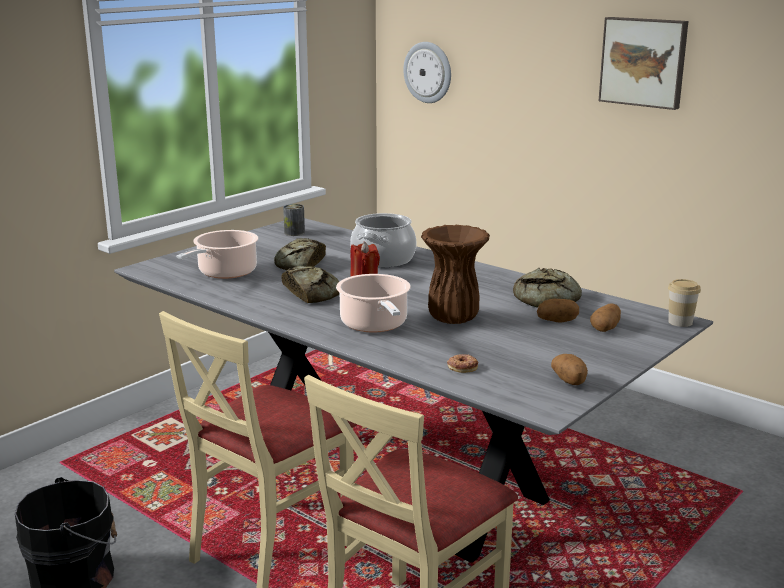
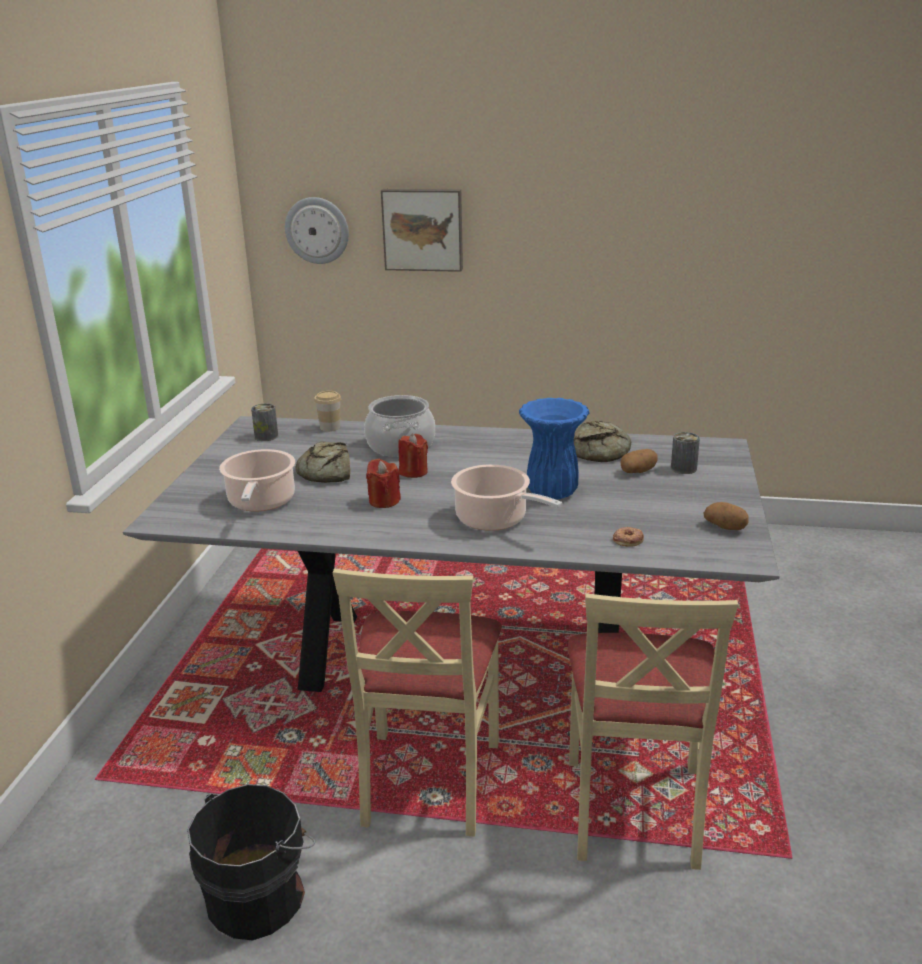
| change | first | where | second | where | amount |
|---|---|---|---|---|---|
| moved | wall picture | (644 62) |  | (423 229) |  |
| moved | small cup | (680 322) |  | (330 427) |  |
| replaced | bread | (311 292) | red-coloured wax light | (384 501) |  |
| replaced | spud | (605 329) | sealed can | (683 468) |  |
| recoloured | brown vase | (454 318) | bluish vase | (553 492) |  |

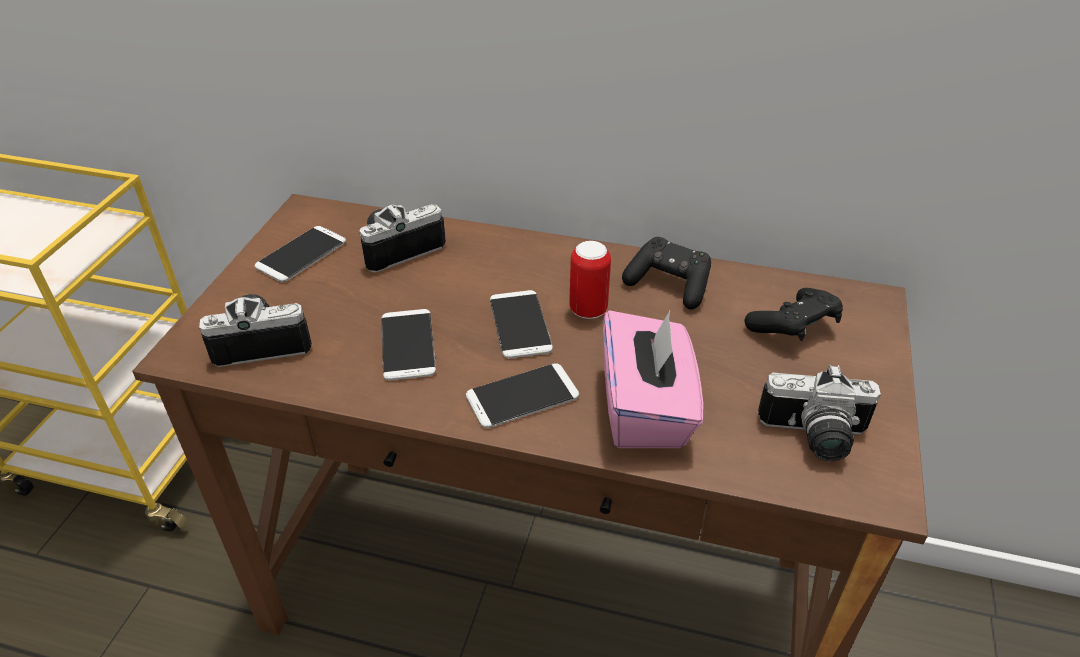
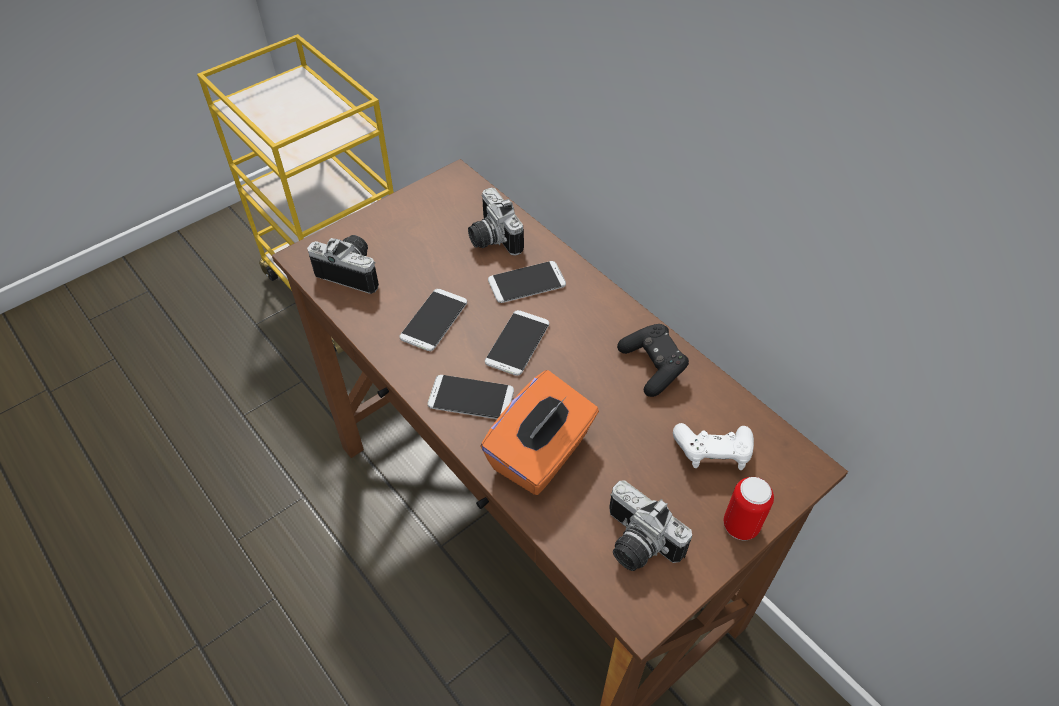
| change | first | where | second | where | amount |
|---|---|---|---|---|---|
| moved | telephone | (301 254) |  | (527 283) |  |
| moved | sealed can | (588 309) |  | (740 525) |  |
| recoloured | pink tissue holder | (646 409) | orangey tissue holder | (541 454) |  |
| recoloured | black-coloured game controller | (793 328) | whitish game controller | (712 454) |  |
| turned | still camera | (398 247) |  | (491 238) | 120 degrees counterclockwise |

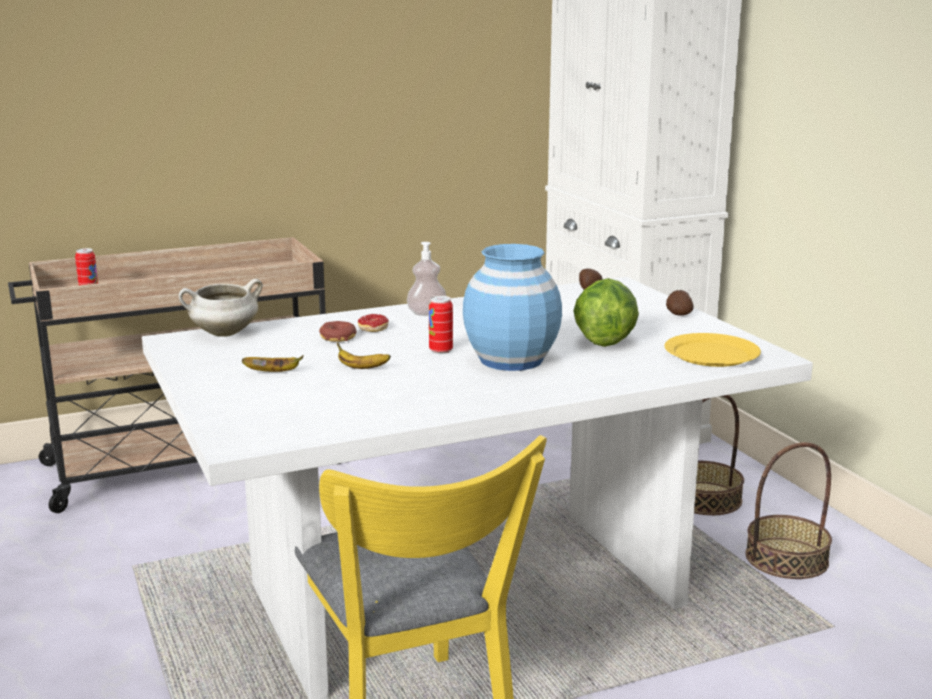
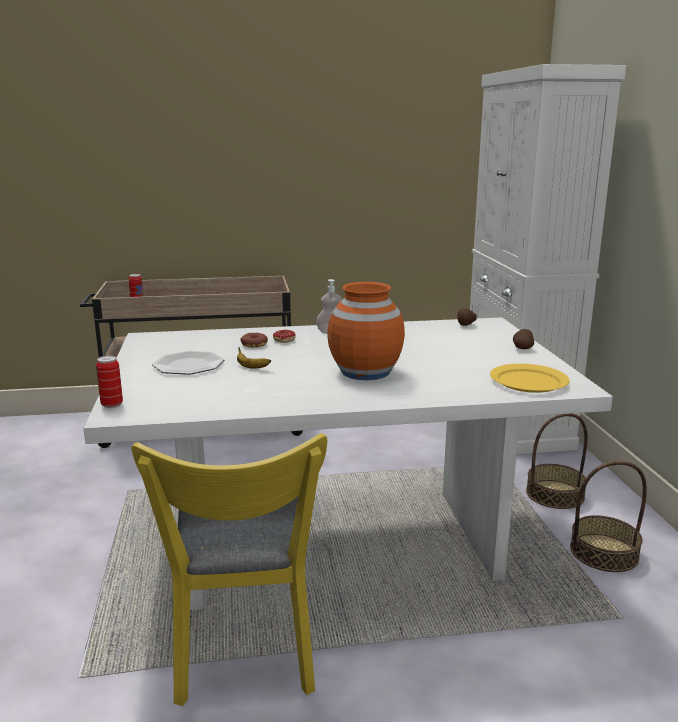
| change | first | where | second | where | amount |
|---|---|---|---|---|---|
| removed | whitish saucepot | (224 334) |  |  |  |
| removed | head of lettuce | (604 341) |  |  |  |
| moved | sealed can | (441 351) |  | (112 404) |  |
| replaced | banana fruit | (273 372) | flat dish | (189 365) |  |
| recoloured | bluish vase | (511 360) | orangey vase | (365 372) |  |

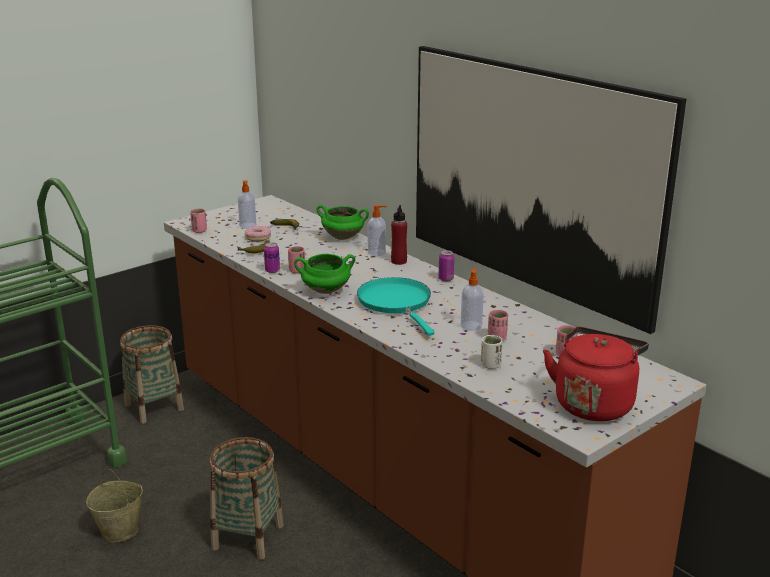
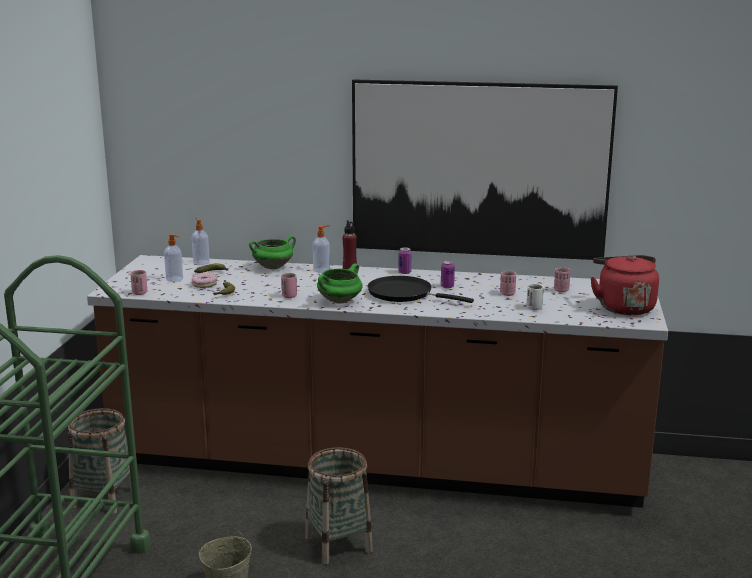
| change | first | where | second | where | amount |
|---|---|---|---|---|---|
| moved | sealed can | (272 270) |  | (447 286) |  |
| moved | soap bottle | (471 325) |  | (201 262) |  |
| recoloured | turquoise-coloured pan | (396 303) | black-coloured pan | (404 294) |  |

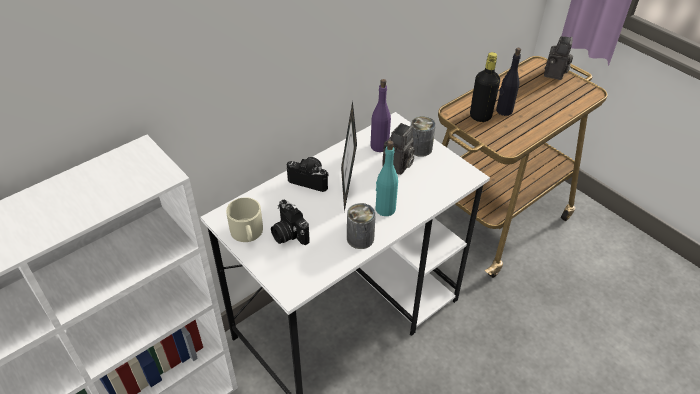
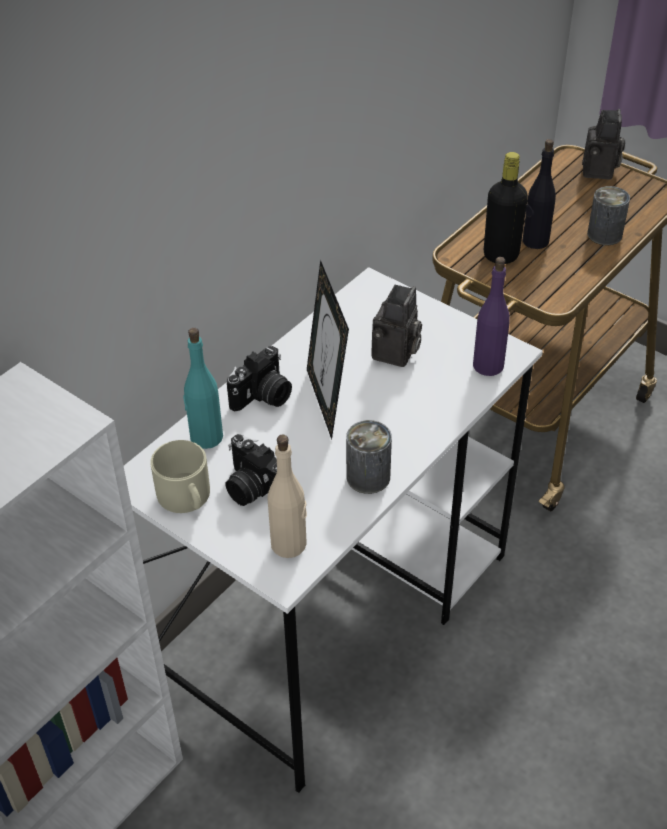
| change | first | where | second | where | amount |
|---|---|---|---|---|---|
| added |  |  | beige drink bottle | (289 544) |  |
| moved | purple-coloured drink bottle | (379 146) |  | (487 365) |  |
| moved | turquoise-coloured drink bottle | (385 209) |  | (206 437) |  |
| moved | sealed can | (420 148) |  | (604 234) |  |
| turned | still camera | (310 180) |  | (263 397) | 120 degrees clockwise |

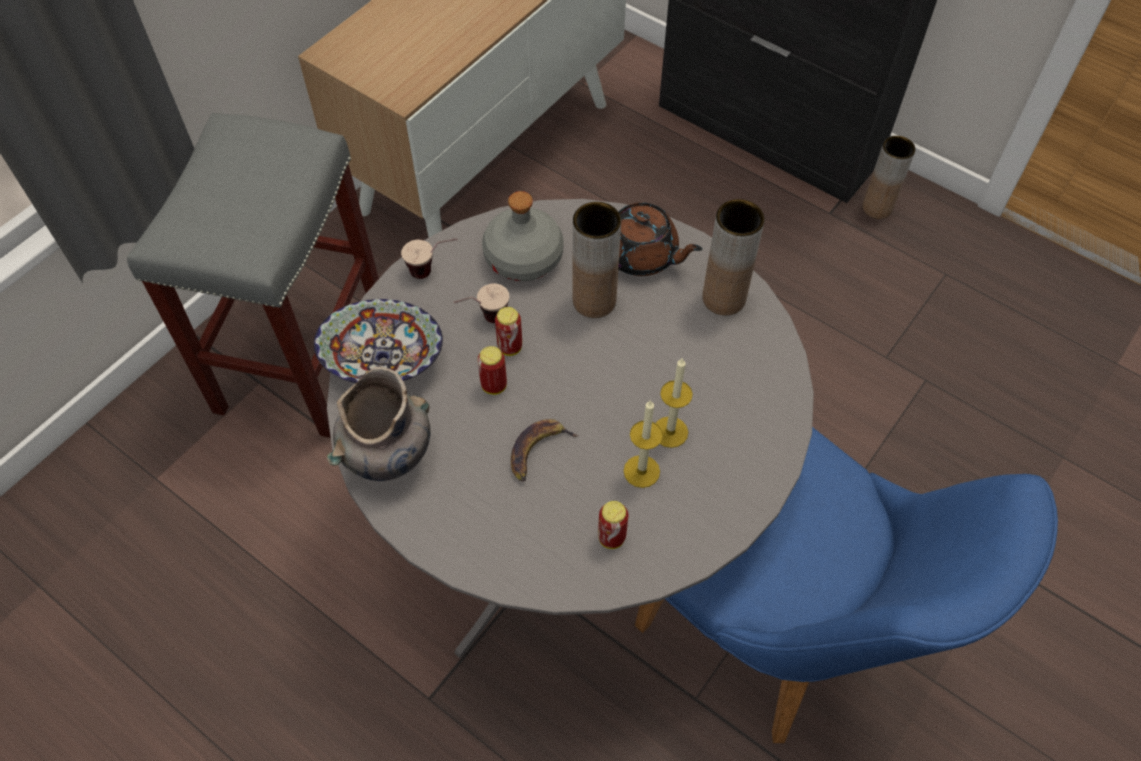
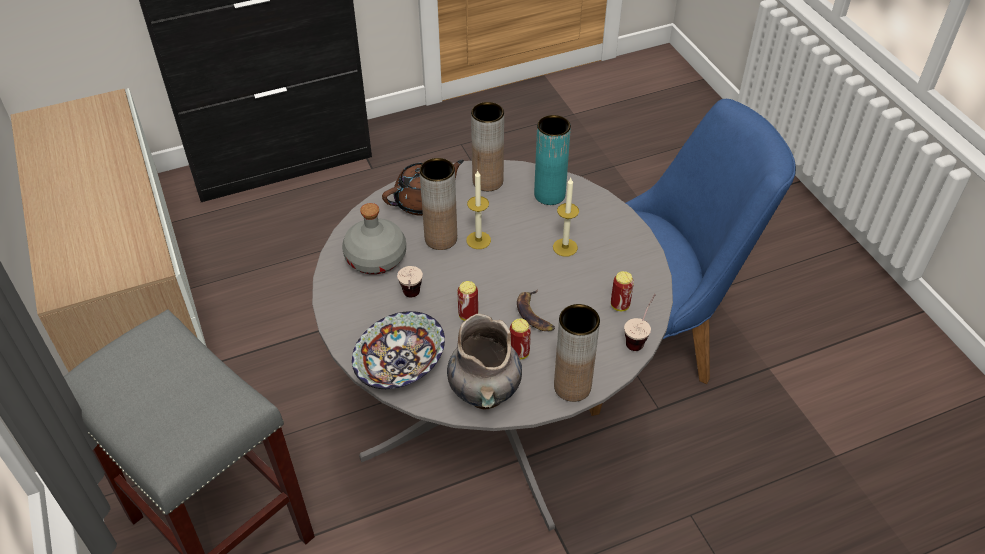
| change | first | where | second | where | amount |
|---|---|---|---|---|---|
| added |  |  | turquoise-coloured vase | (549 194) |  |
| moved | small cup | (433 271) |  | (639 337) |  |
| moved | sealed can | (510 347) |  | (519 353) |  |
| moved | wax light | (641 471) |  | (478 240) |  |
| moved | brown vase | (877 208) |  | (572 386) |  |

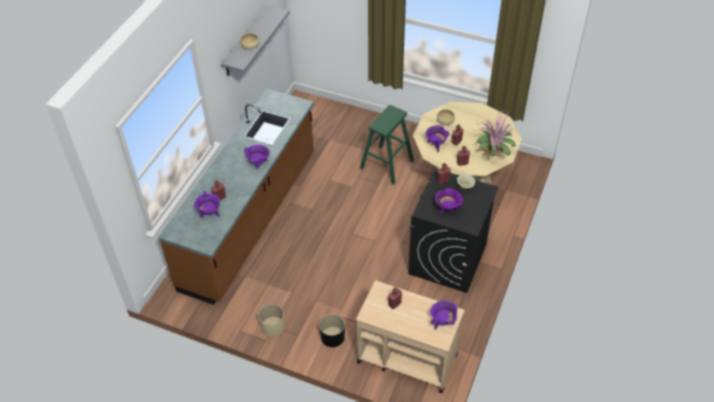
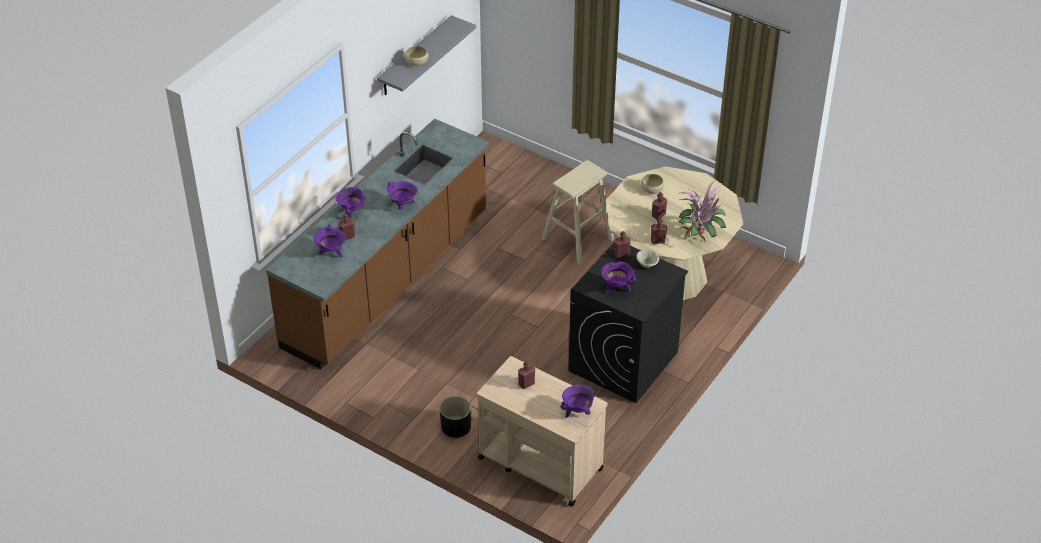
| change | first | where | second | where | amount |
|---|---|---|---|---|---|
| removed | beige flower pot | (273 326) |  |  |  |
| moved | purple-coloured saucepot | (436 145) |  | (351 212) |  |
| recoloured | green stool | (387 164) | beige stool | (577 239) |  |

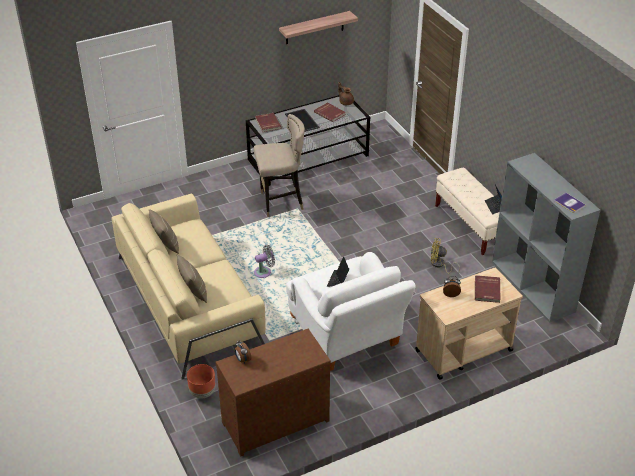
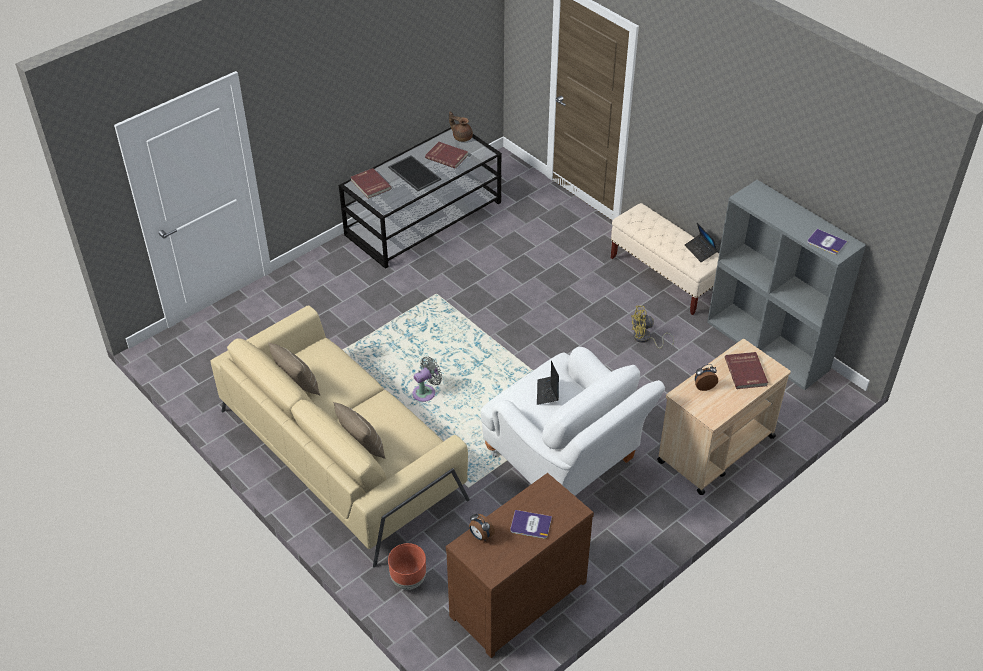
| change | first | where | second | where | amount |
|---|---|---|---|---|---|
| removed | beige stool | (280 202) |  |  |  |
| removed | shelf | (314 28) |  |  |  |
| added |  |  | book | (530 525) |  |

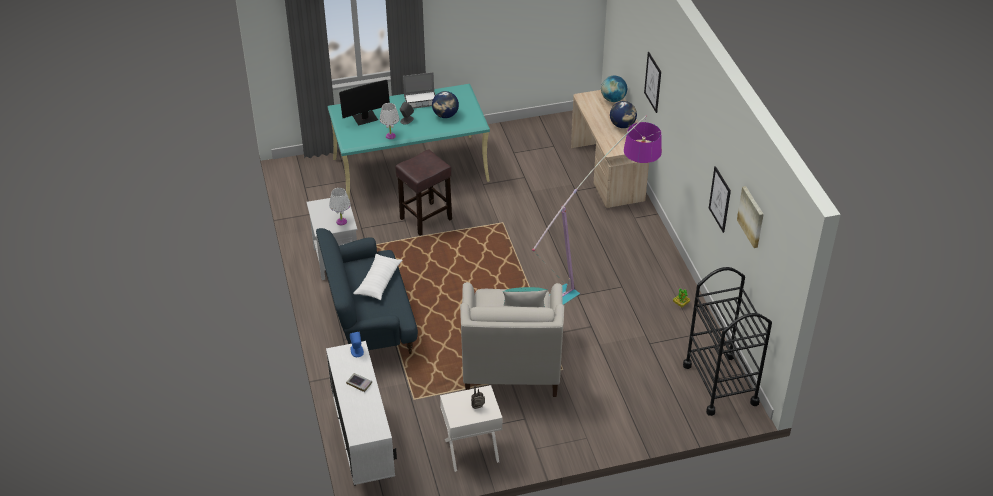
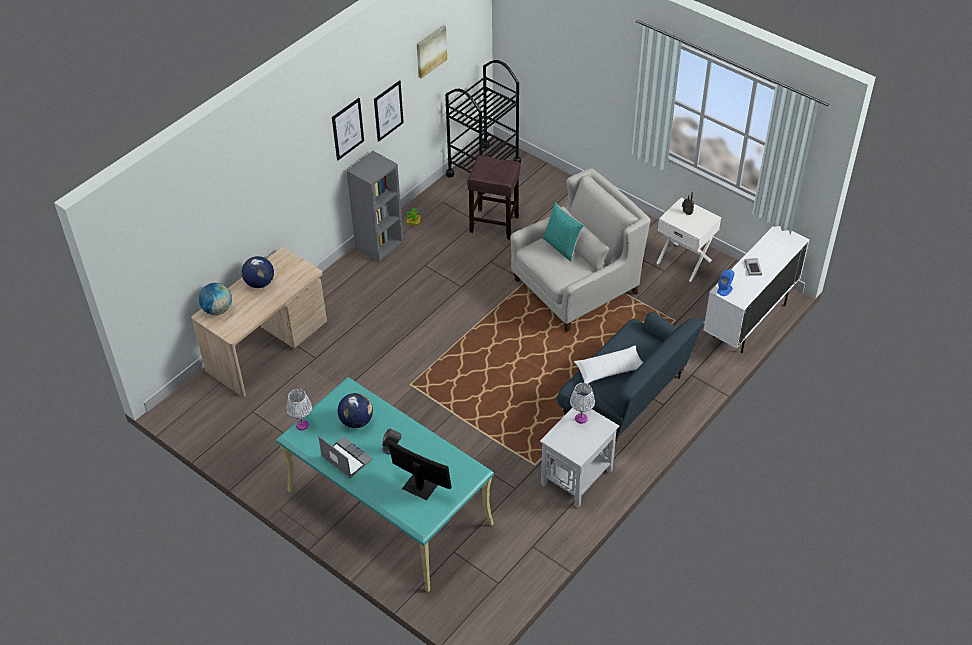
| change | first | where | second | where | amount |
|---|---|---|---|---|---|
| removed | standing lamp | (602 269) |  |  |  |
| added |  |  | gray bookcase | (379 244) |  |
| moved | whitish tabletop lamp | (390 136) |  | (302 425) |  |
| moved | brown stool | (425 219) |  | (495 224) |  |
| moved | wall picture | (653 82) |  | (347 129) |  |

